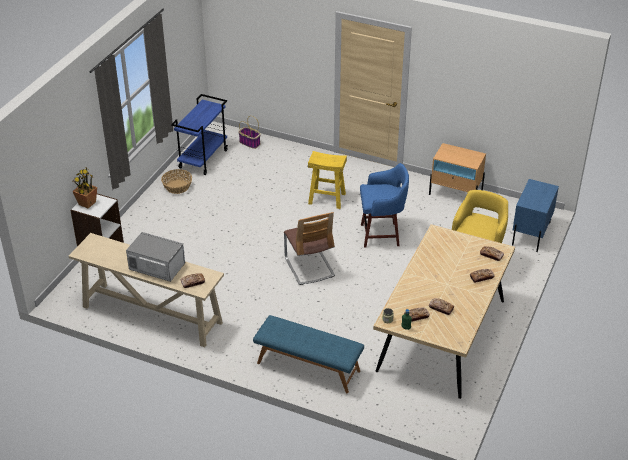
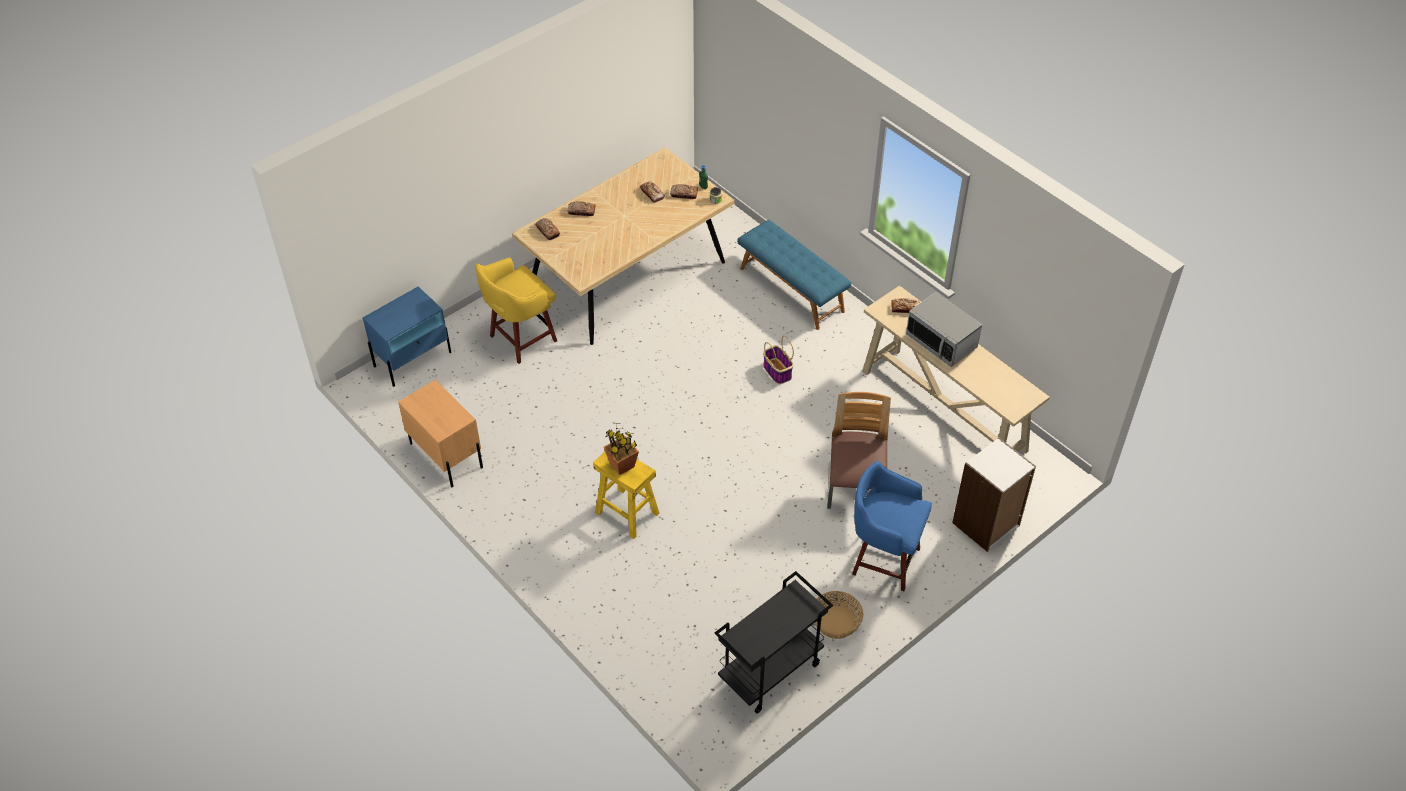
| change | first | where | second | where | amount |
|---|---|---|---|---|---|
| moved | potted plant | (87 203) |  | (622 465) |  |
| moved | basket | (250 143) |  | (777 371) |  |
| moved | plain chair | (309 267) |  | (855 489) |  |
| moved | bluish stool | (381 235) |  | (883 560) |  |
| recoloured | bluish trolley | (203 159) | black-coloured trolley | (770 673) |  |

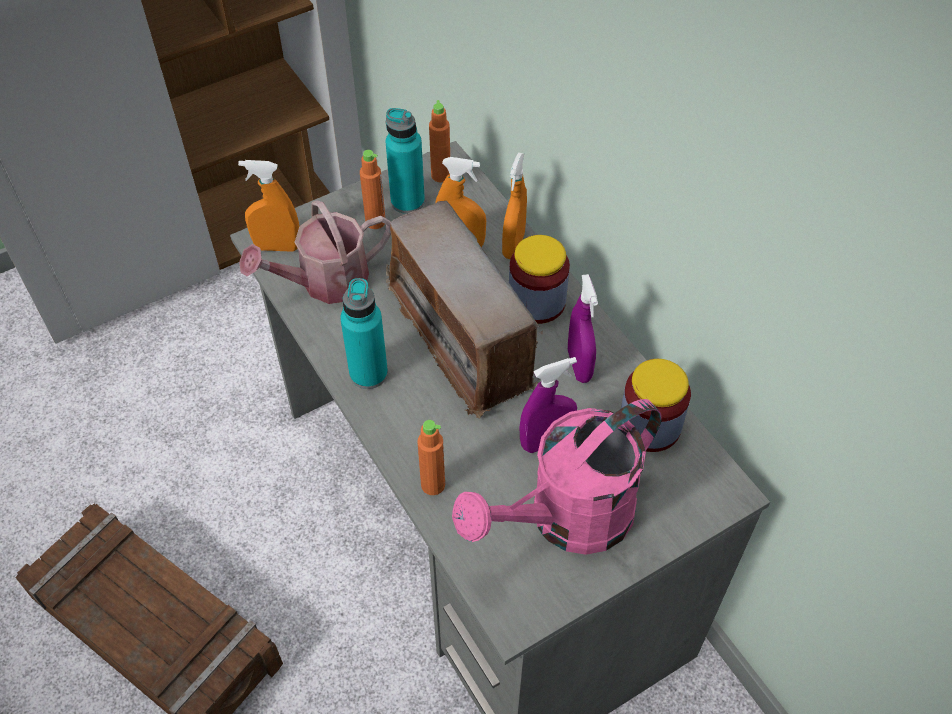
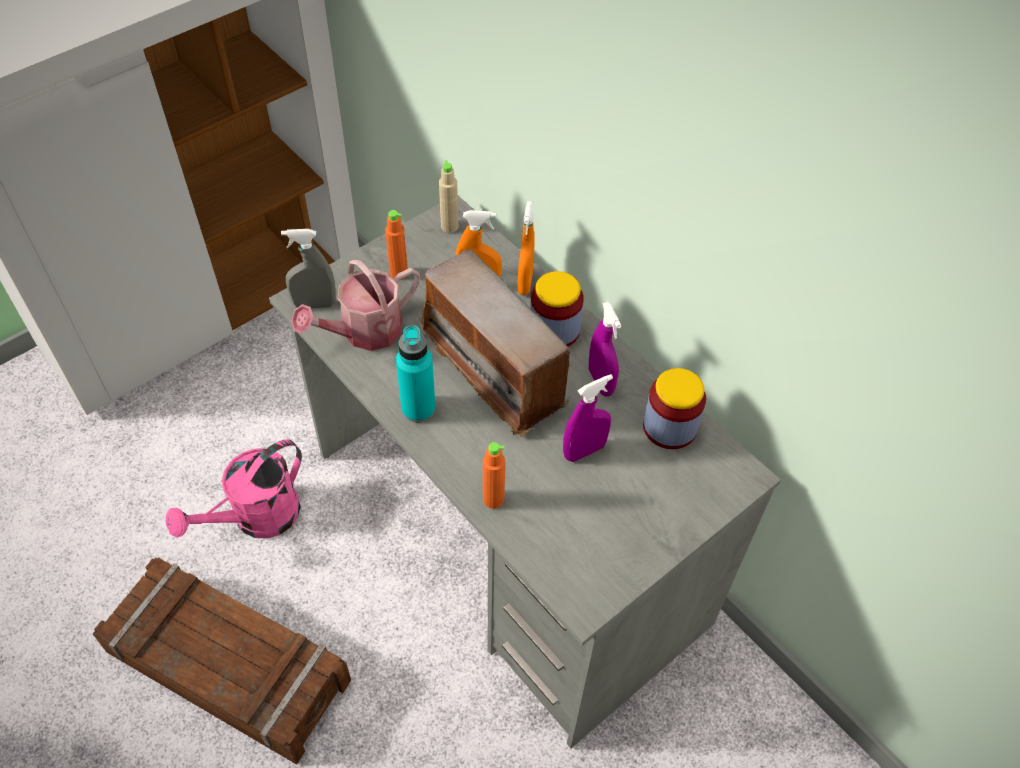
| change | first | where | second | where | amount |
|---|---|---|---|---|---|
| removed | turquoise-coloured drink bottle | (407 201) |  |  |  |
| moved | pink watering pot | (566 520) |  | (256 519) |  |
| recoloured | orangey hand sprayer | (277 247) | gray hand sprayer | (314 304) |  |
| recoloured | orangey drink bottle | (441 175) | beige drink bottle | (449 226) |  |

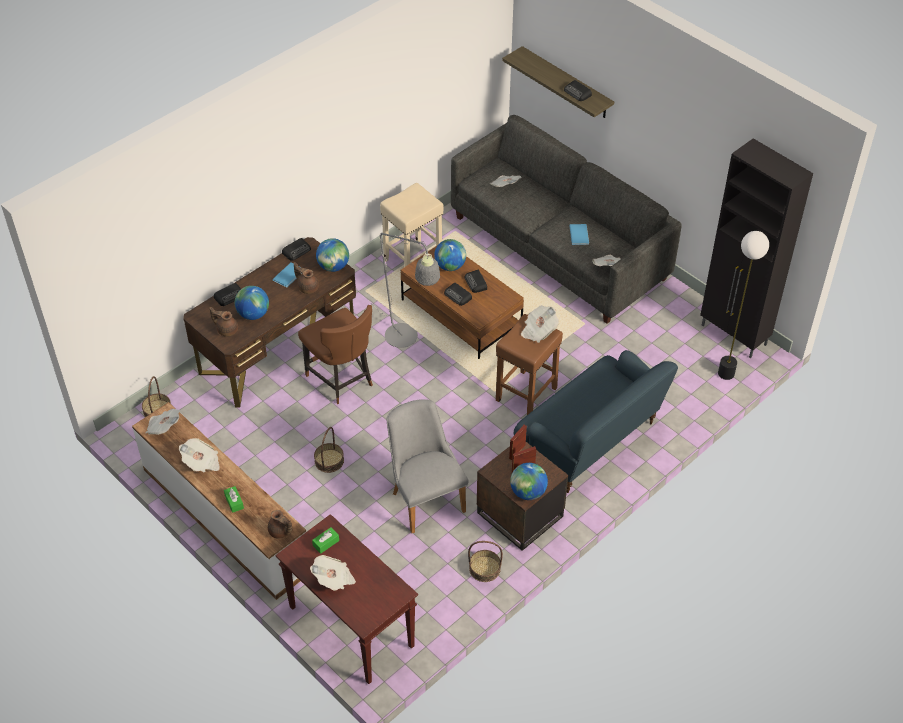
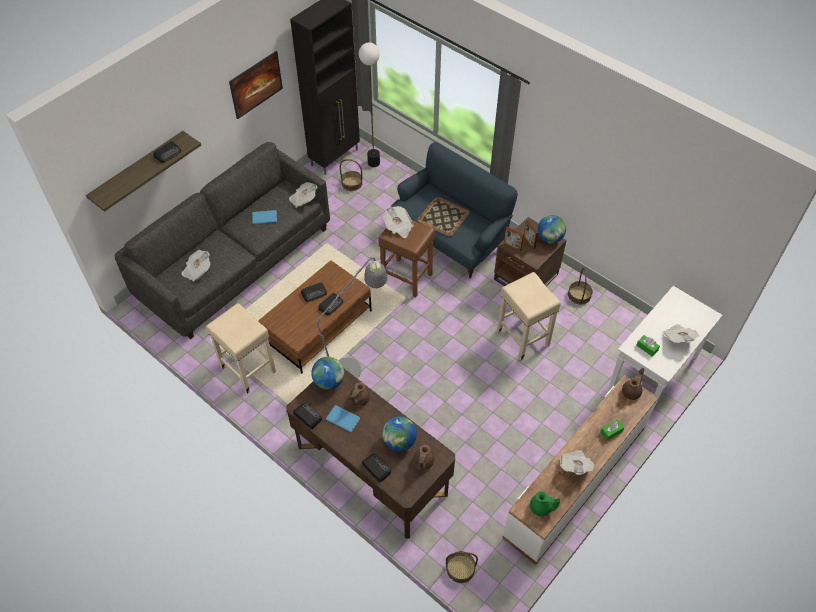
| change | first | where | second | where | amount |
|---|---|---|---|---|---|
| removed | brown plain chair | (341 380) |  |  |  |
| removed | world globe | (450 266) |  |  |  |
| added |  |  | wall picture | (257 94) |  |
| added |  |  | carrying tray | (442 217) |  |
| moved | basket | (329 461) |  | (352 183) |  |
| replaced | daily paper | (163 428) | green pot for tea | (541 508) |  |
| replaced | gray plain chair | (424 497) | beige stool | (522 337) |  |
| recoloured | brown narrow table | (350 626) | whitish narrow table | (652 375) |  |

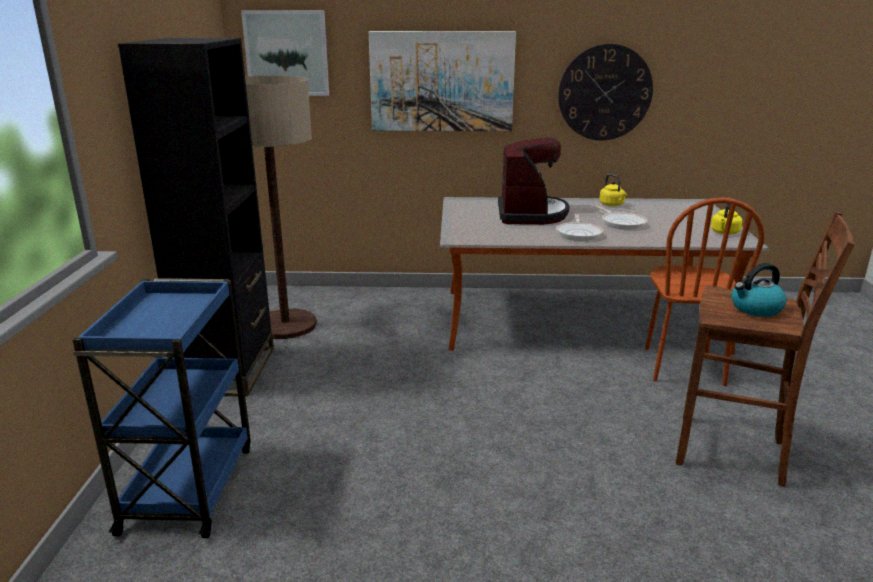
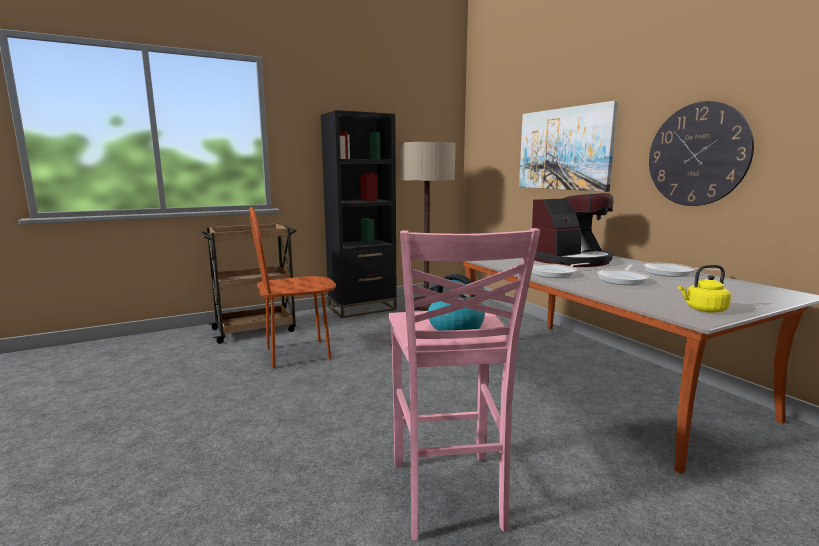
| change | first | where | second | where | amount |
|---|---|---|---|---|---|
| removed | wall picture | (287 53) |  |  |  |
| moved | brown plain chair | (682 366) |  | (298 353) |  |
| replaced | yellow water kettle | (612 205) | pan | (671 273) |  |
| recoloured | bluish trolley | (189 486) | brown trolley | (256 330) |  |
| recoloured | brown stool | (733 453) | pink stool | (448 496) |  |

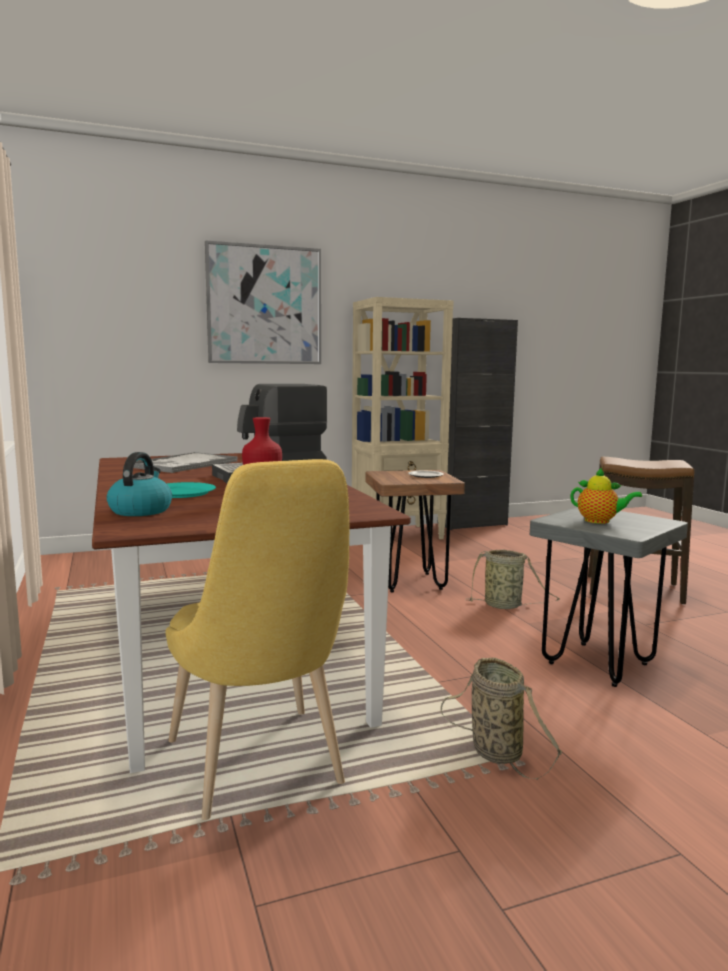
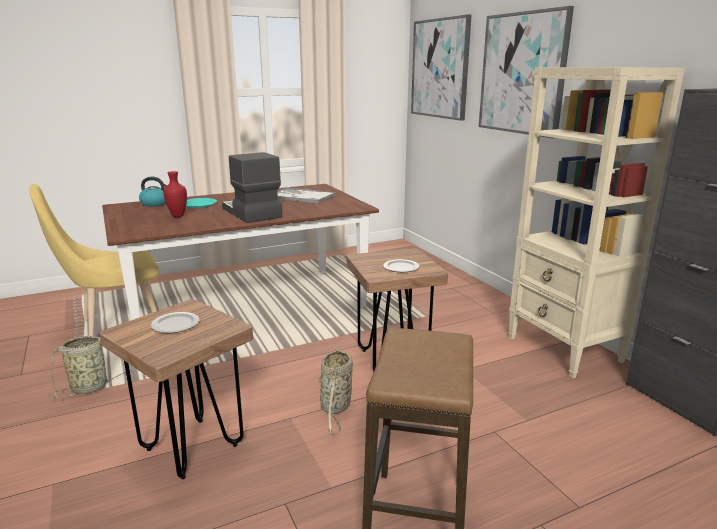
| change | first | where | second | where | amount |
|---|---|---|---|---|---|
| added |  |  | wall picture | (440 69) |  |
| replaced | pot for tea | (600 521) | flat dish | (175 324) |  |
| recoloured | gray stool | (597 664) | brown stool | (192 447) |  |

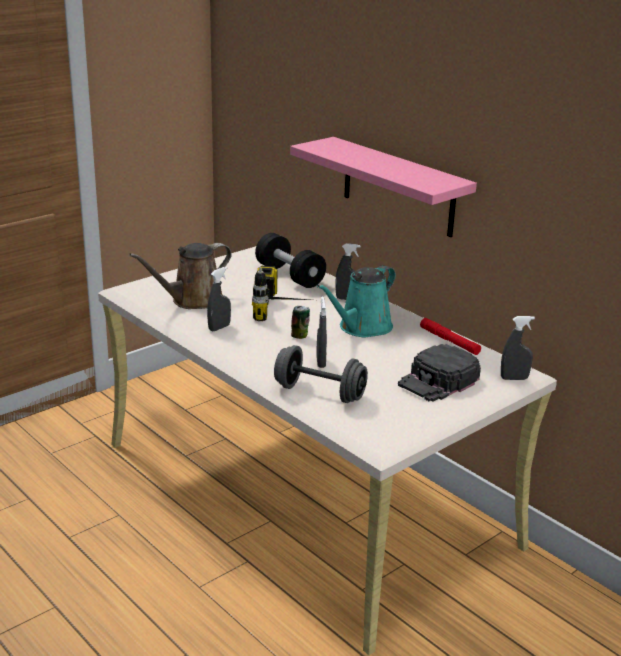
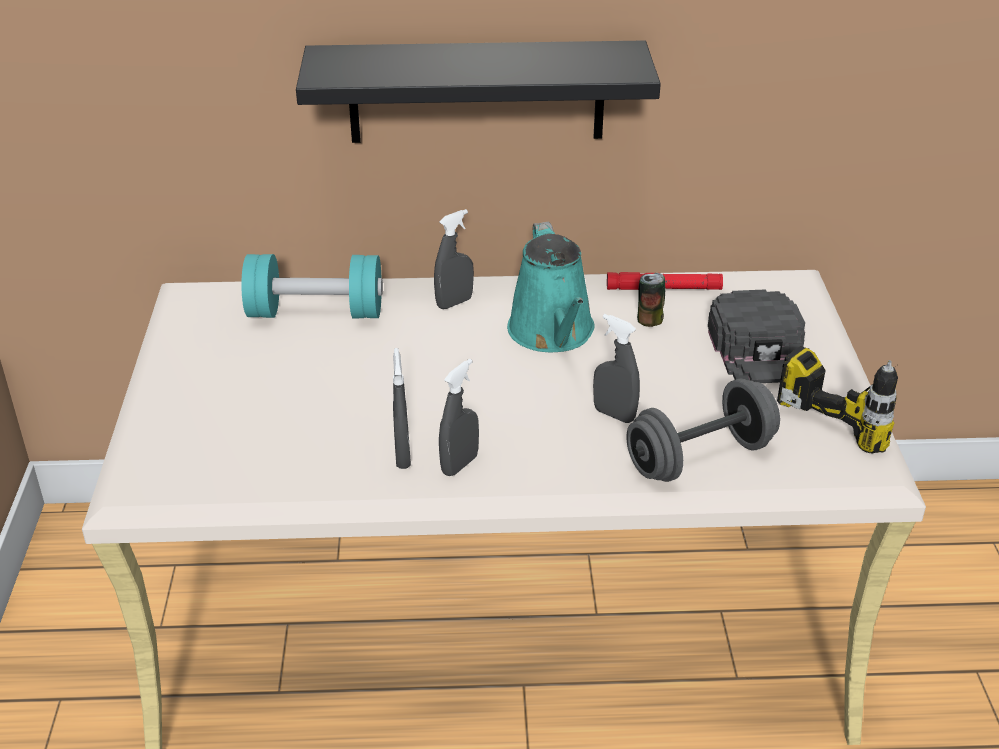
| change | first | where | second | where | amount |
|---|---|---|---|---|---|
| removed | brown watering pot | (193 301) |  |  |  |
| moved | electric drill | (284 311) |  | (855 410) |  |
| moved | sealed can | (300 336) |  | (650 320) |  |
| moved | gray hand sprayer | (514 378) |  | (459 465) |  |
| recoloured | black-coloured free weight | (289 275) | turquoise-coloured free weight | (316 312) |  |
| recoloured | pink shelf | (398 187) | black-coloured shelf | (476 92) |  |

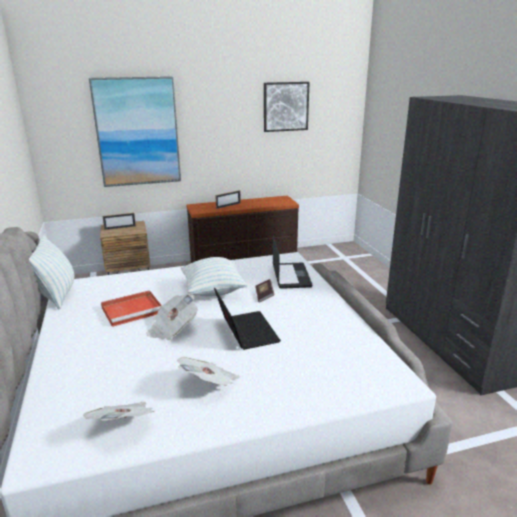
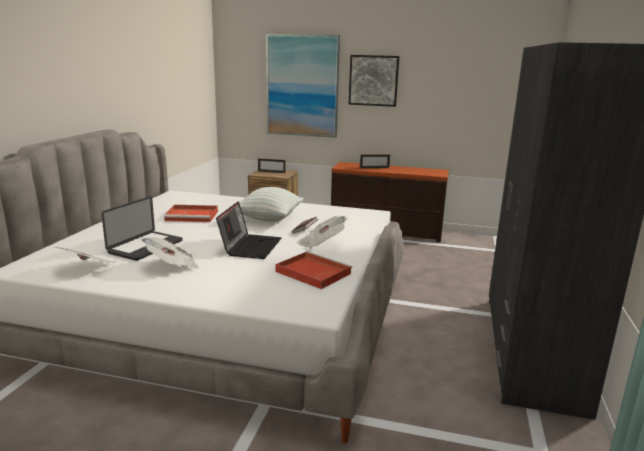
| change | first | where | second | where | amount |
|---|---|---|---|---|---|
| removed | pillow | (57 295) |  |  |  |
| added |  |  | red-coloured carrying tray | (312 272) |  |
| moved | daily paper | (172 329) |  | (321 244) |  |
| moved | wall picture | (285 106) |  | (373 80) |  |
| moved | notebook computer | (291 276) |  | (146 247) |  |

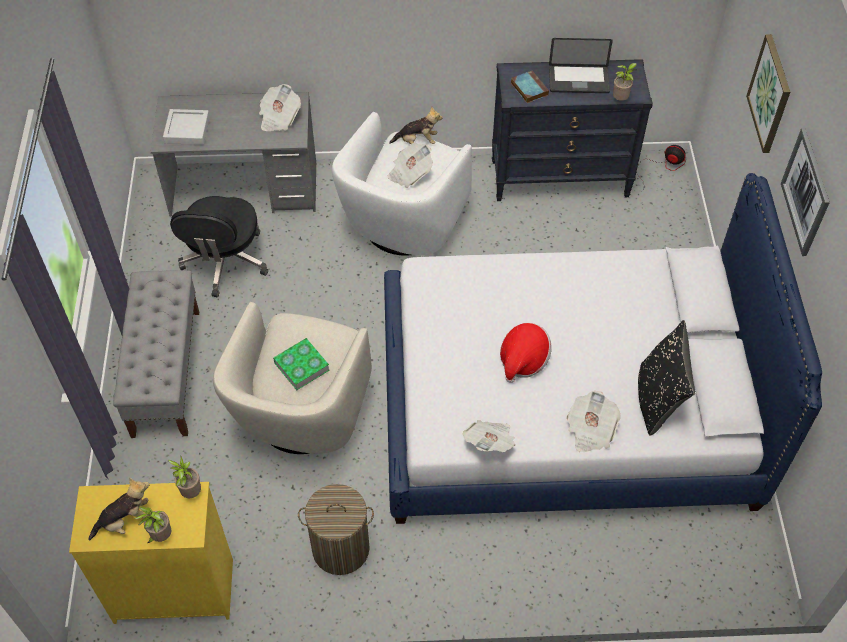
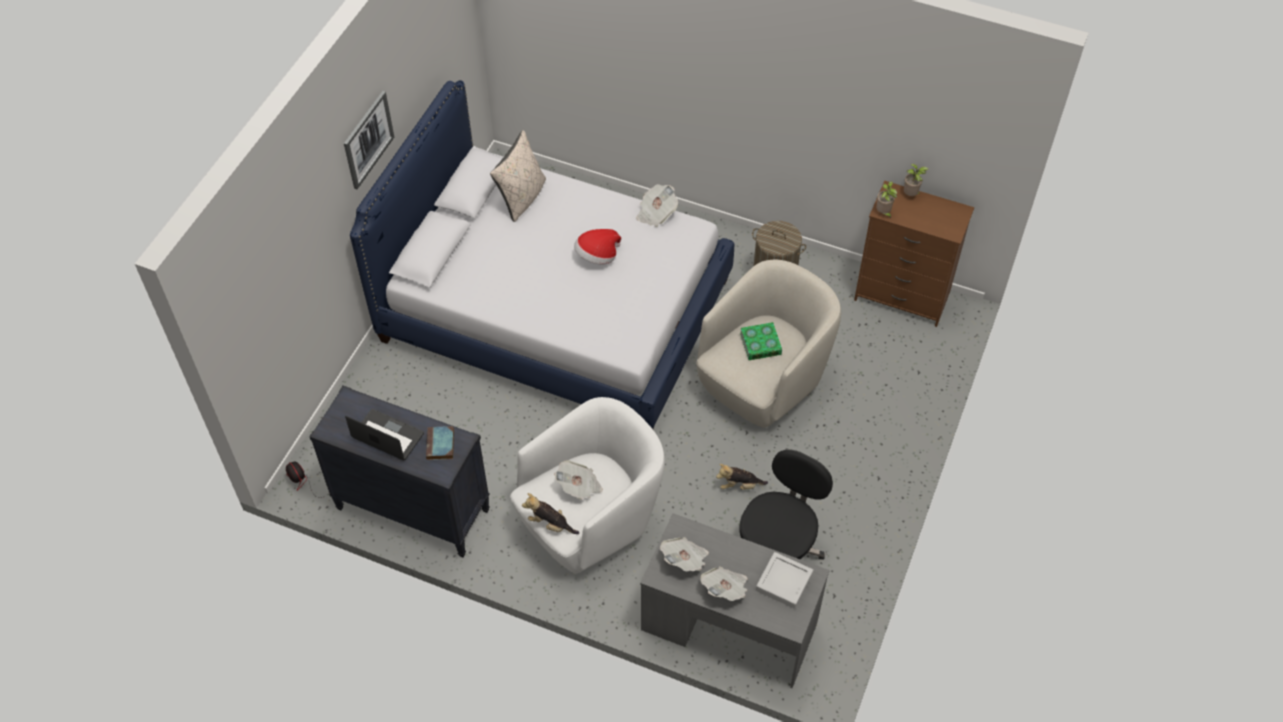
| change | first | where | second | where | amount |
|---|---|---|---|---|---|
| removed | gray long seat | (166 372) |  |  |  |
| removed | potted plant | (621 100) |  |  |  |
| removed | wall picture | (770 94) |  |  |  |
| moved | plush toy | (126 521) |  | (739 485) |  |
| moved | daily paper | (590 430) |  | (725 589) |  |
| recoloured | yellow drawer chest | (174 590) | brown drawer chest | (901 296) |  |
| recoloured | black-coloured pillow | (657 399) | beige pillow | (522 197) |  |

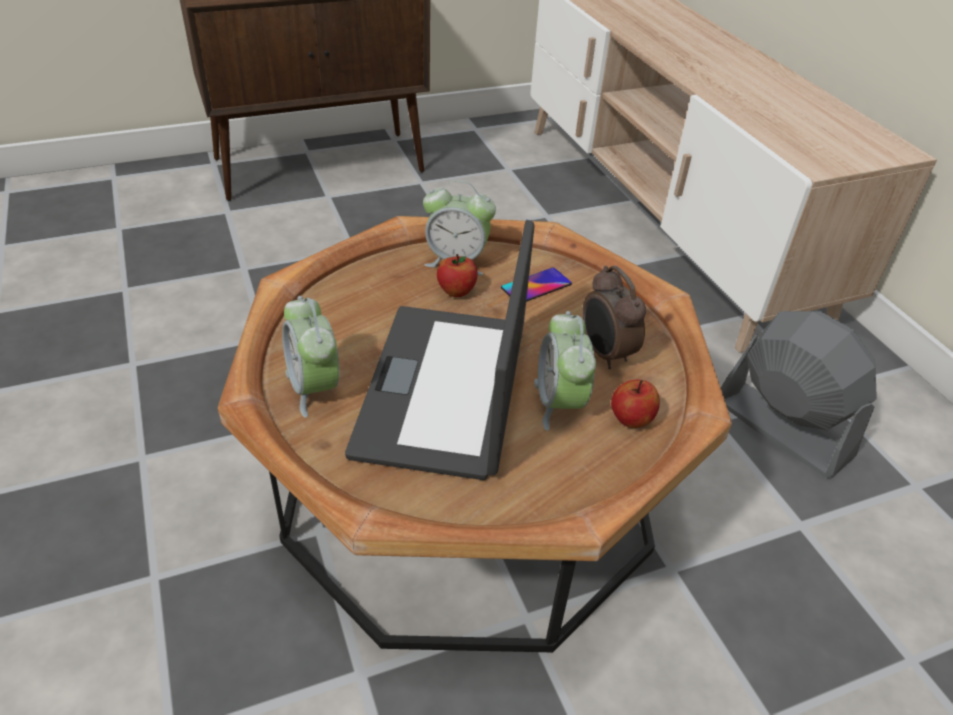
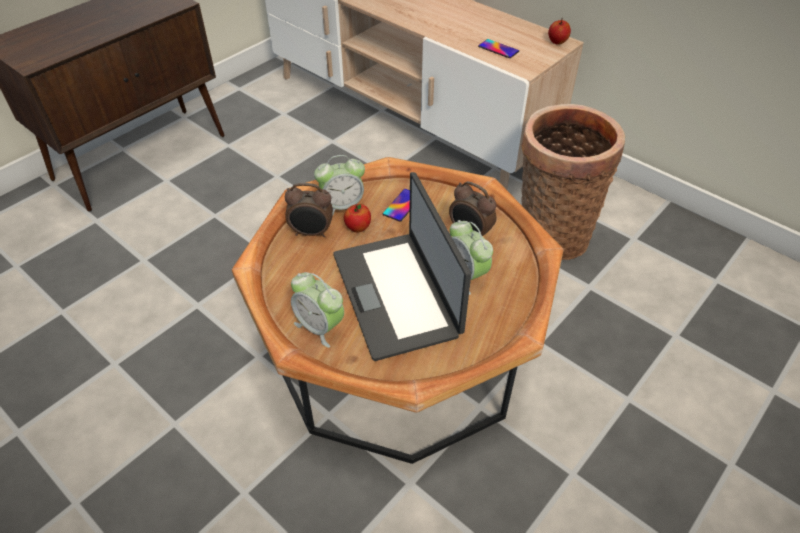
| change | first | where | second | where | amount |
|---|---|---|---|---|---|
| added |  |  | table clock | (311 233) |  |
| added |  |  | telephone | (498 49) |  |
| moved | whole apple | (631 420) |  | (557 42) |  |
| replaced | gray fan | (781 427) | basket | (550 233) |  |

